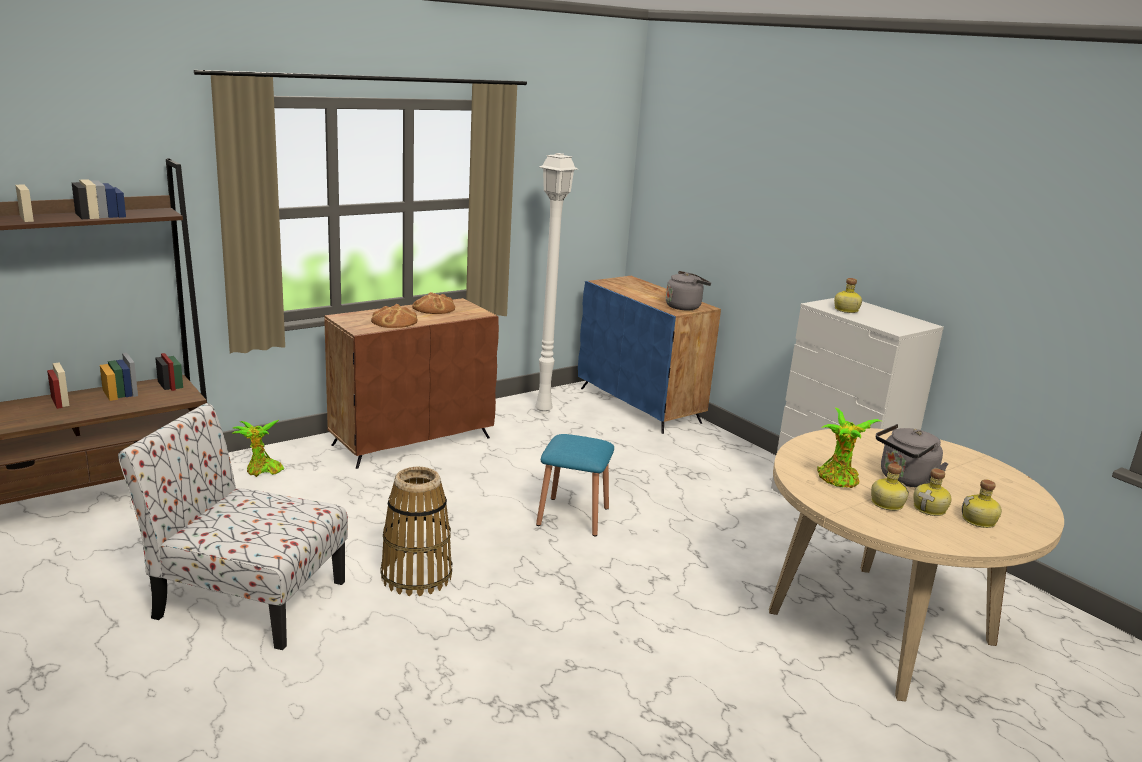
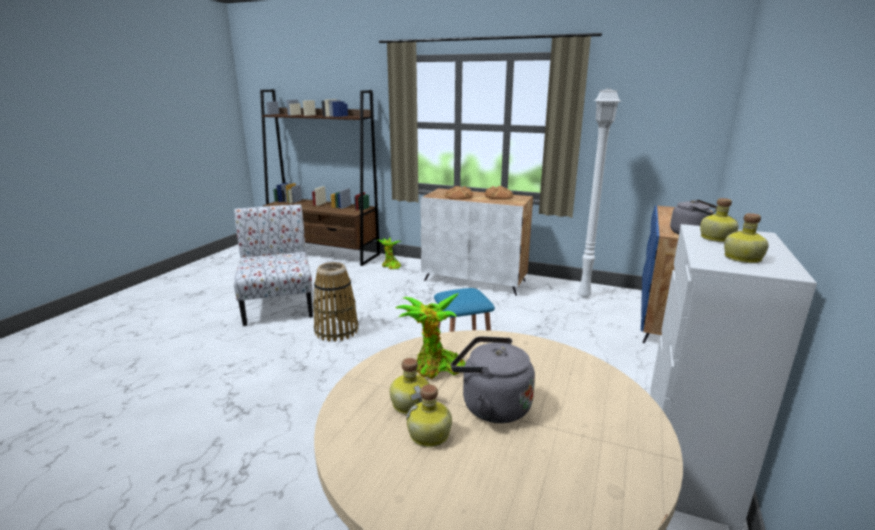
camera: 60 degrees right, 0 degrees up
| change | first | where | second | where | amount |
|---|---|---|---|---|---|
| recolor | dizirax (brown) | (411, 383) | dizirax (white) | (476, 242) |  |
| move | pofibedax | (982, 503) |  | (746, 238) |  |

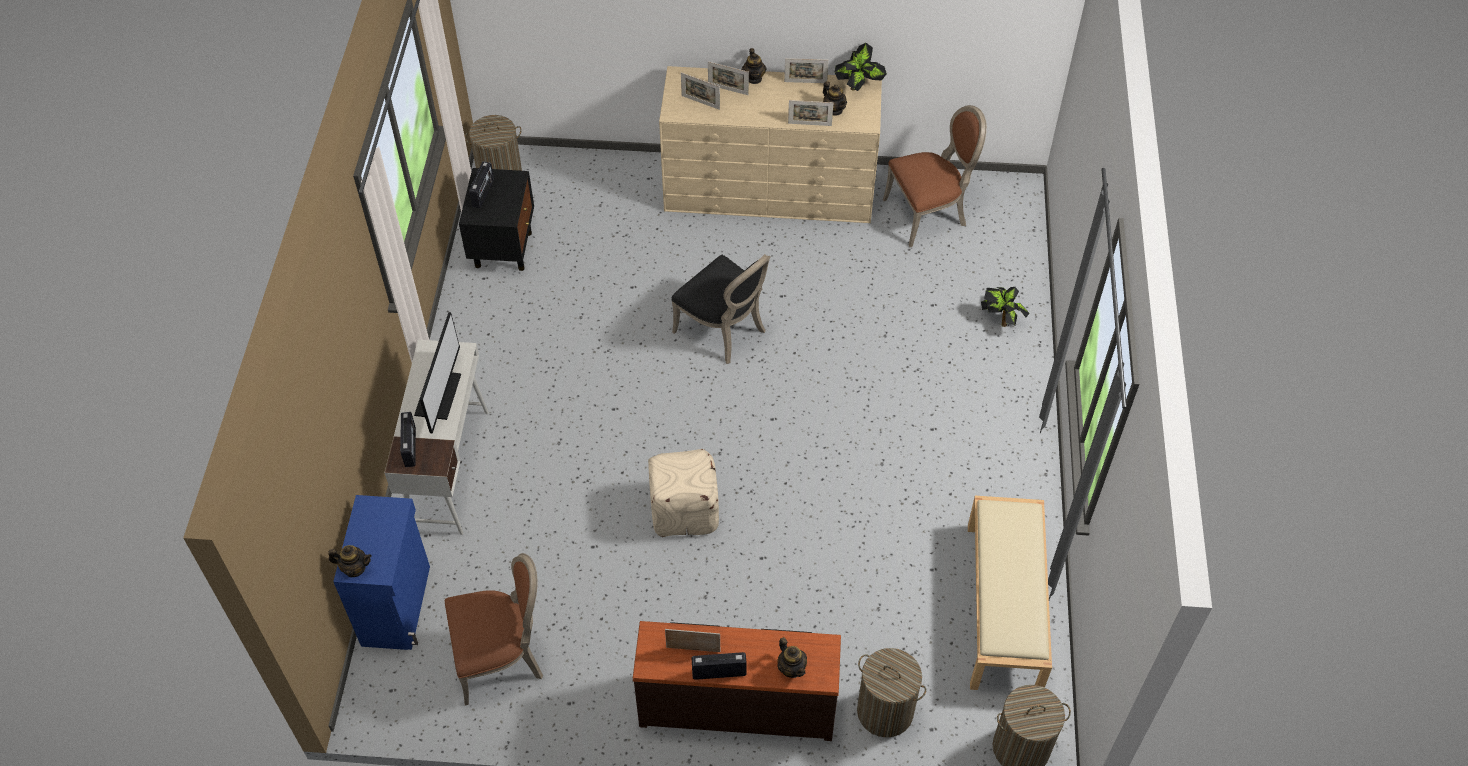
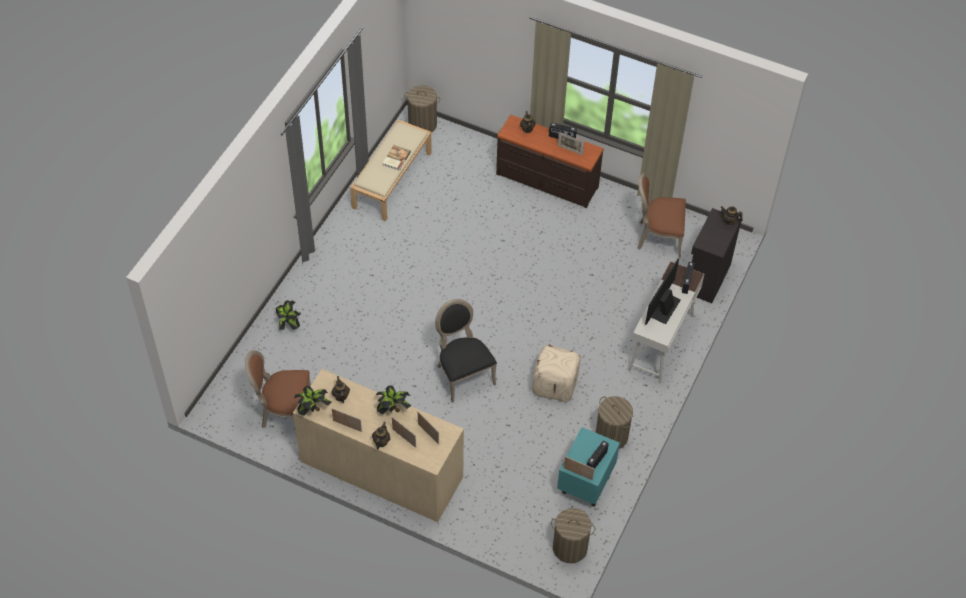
camera: 160 degrees left, 0 degrees up
| change | first | where | second | where | amount |
|---|---|---|---|---|---|
| move | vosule | (810, 113) |  | (579, 468) |  |
| recolor | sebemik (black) | (496, 219) | sebemik (turquoise) | (588, 466) |  |
| move | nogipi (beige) | (683, 493) |  | (556, 373) |  |
| recolor | dizirax (blue) | (381, 572) | dizirax (black) | (716, 255) |  |
| move | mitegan | (892, 692) |  | (614, 422) |  |
| insert |  |  | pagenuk | (397, 158) |  |
| insert |  |  | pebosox | (393, 400) |  |

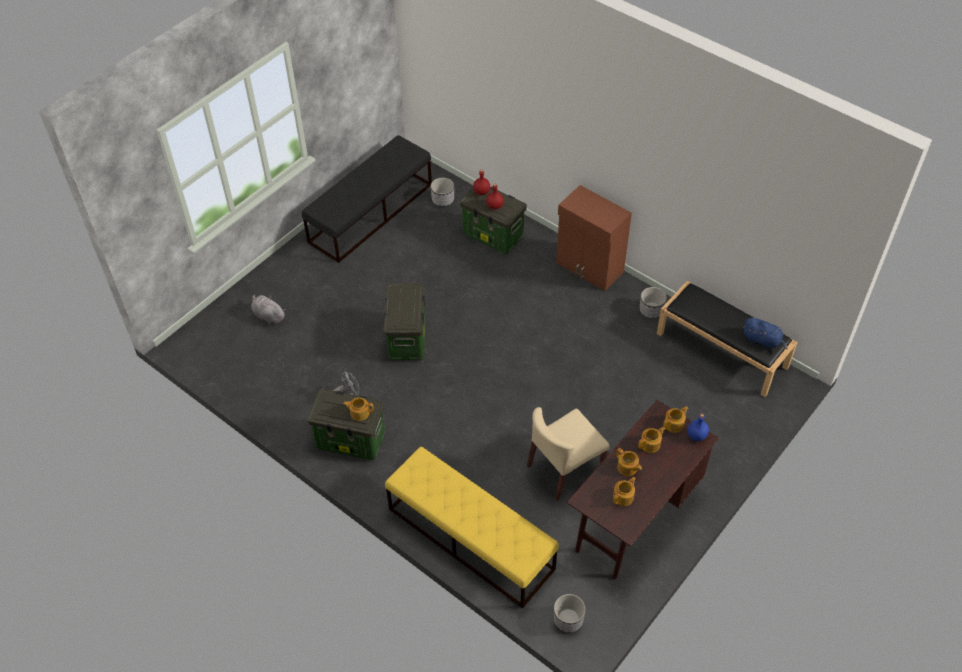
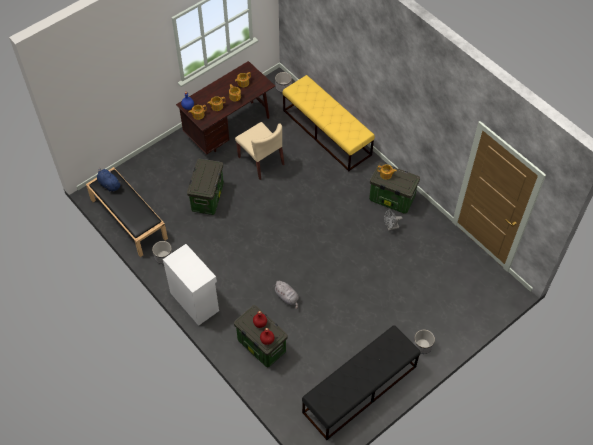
camera: 170 degrees left, 5 degrees up
| change | first | where | second | where | amount |
|---|---|---|---|---|---|
| move | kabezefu | (442, 192) |  | (424, 342) |  |
| recolor | dizirax (brown) | (594, 238) | dizirax (white) | (191, 285) |  |
| move | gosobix | (405, 321) |  | (205, 187) |  |
| move | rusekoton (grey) | (268, 310) |  | (286, 295) |  |
| rotate | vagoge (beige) | (568, 454) |  | (259, 151) | 75 degrees clockwise |

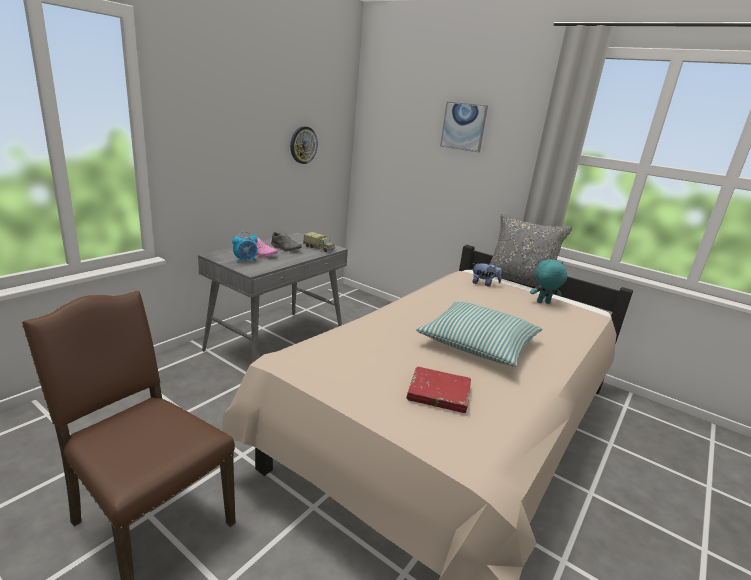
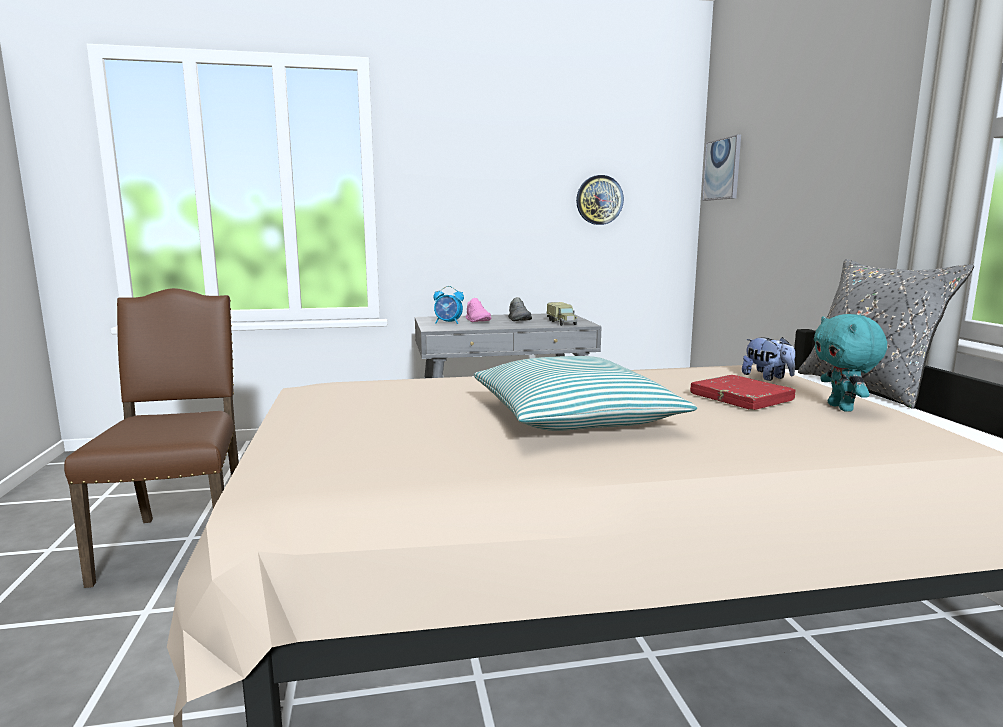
camera: 45 degrees right, 10 degrees down
| change | first | where | second | where | amount |
|---|---|---|---|---|---|
| move | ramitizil | (464, 126) |  | (721, 168) |  |
| rotate | rusekoton (turquoise) | (548, 281) |  | (850, 363) | 135 degrees counterclockwise |
| move | pagenuk (red) | (438, 390) |  | (742, 392) |  |

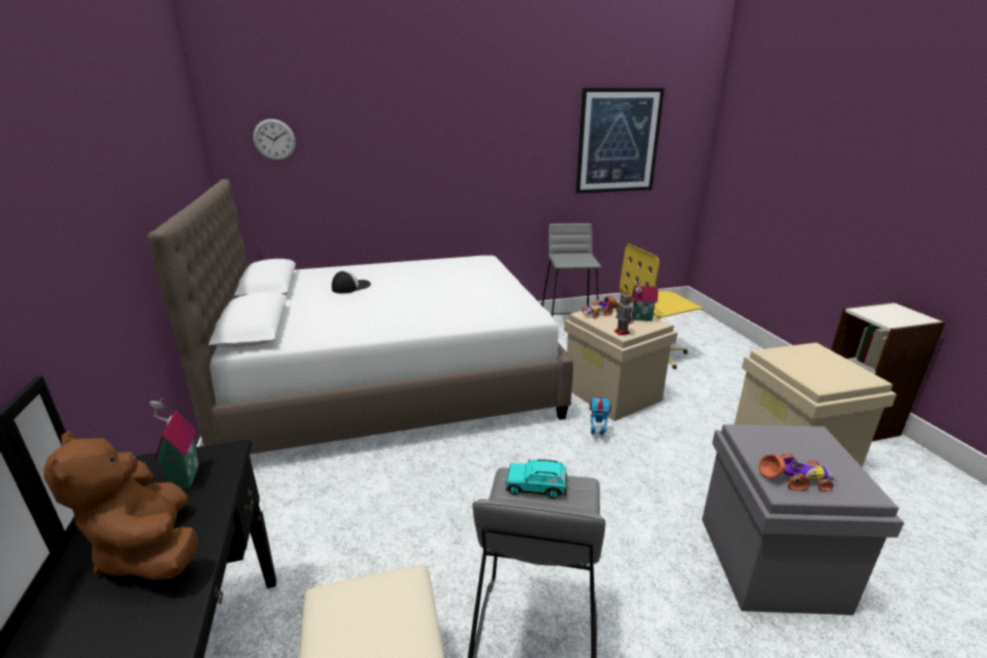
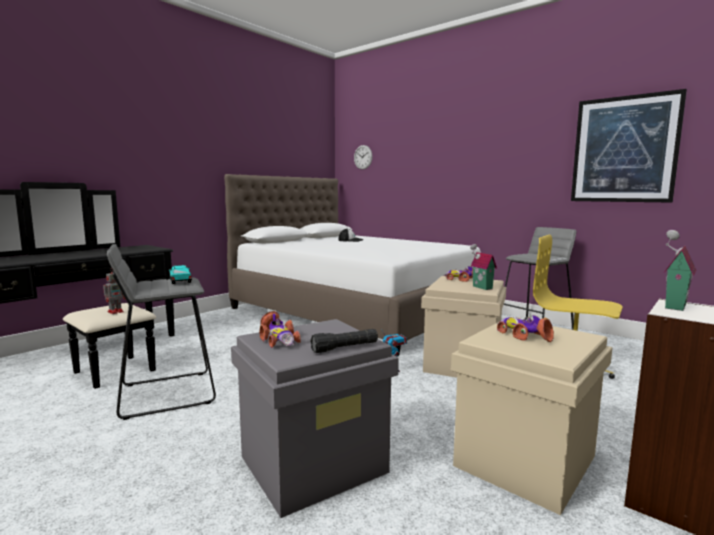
camera: 55 degrees right, 15 degrees down
| change | first | where | second | where | amount |
|---|---|---|---|---|---|
| move | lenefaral | (624, 312) |  | (114, 291) |  |
| move | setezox | (174, 443) |  | (680, 270) |  |
| delete | rusekoton (brown) | (121, 505) |  |  |  |
| insert |  |  | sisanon | (525, 328) |  |
| insert |  |  | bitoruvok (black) | (344, 341) |  |

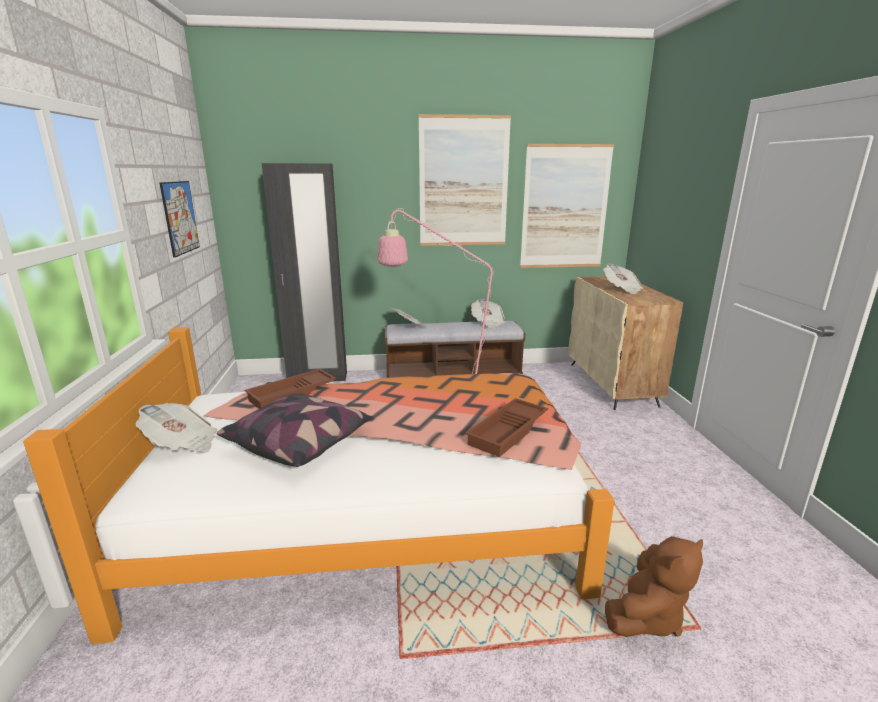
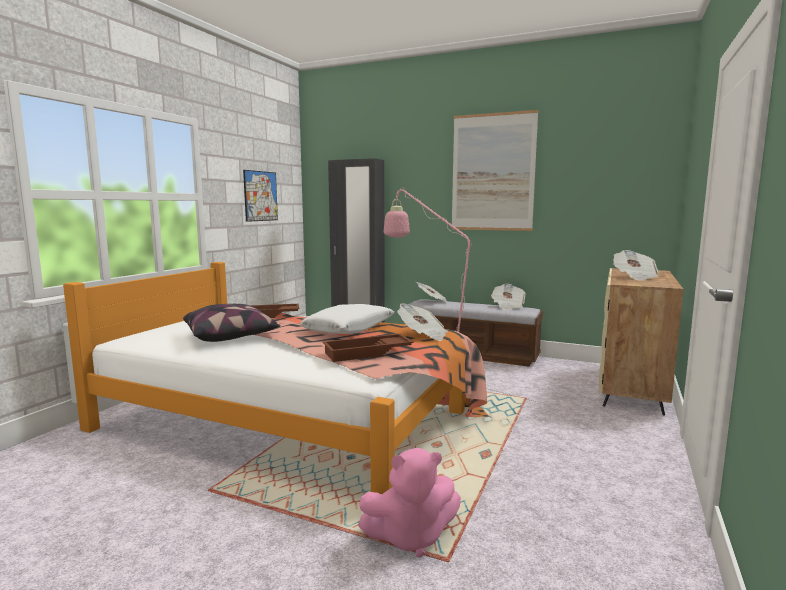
camera: 30 degrees right, 10 degrees down
| change | first | where | second | where | amount |
|---|---|---|---|---|---|
| delete | ramitizil | (567, 206) |  |  |  |
| move | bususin | (176, 428) |  | (422, 322) |  |
| recolor | rusekoton (brown) | (654, 586) | rusekoton (pink) | (409, 503) |  |
| insert |  |  | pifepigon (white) | (347, 319) |  |

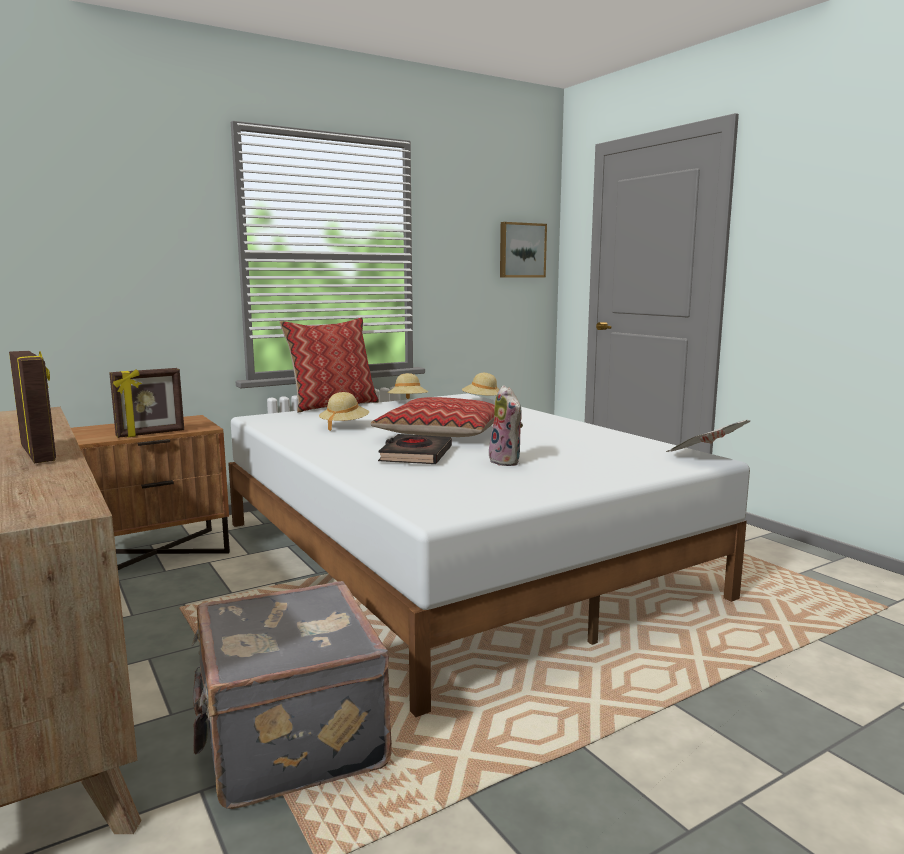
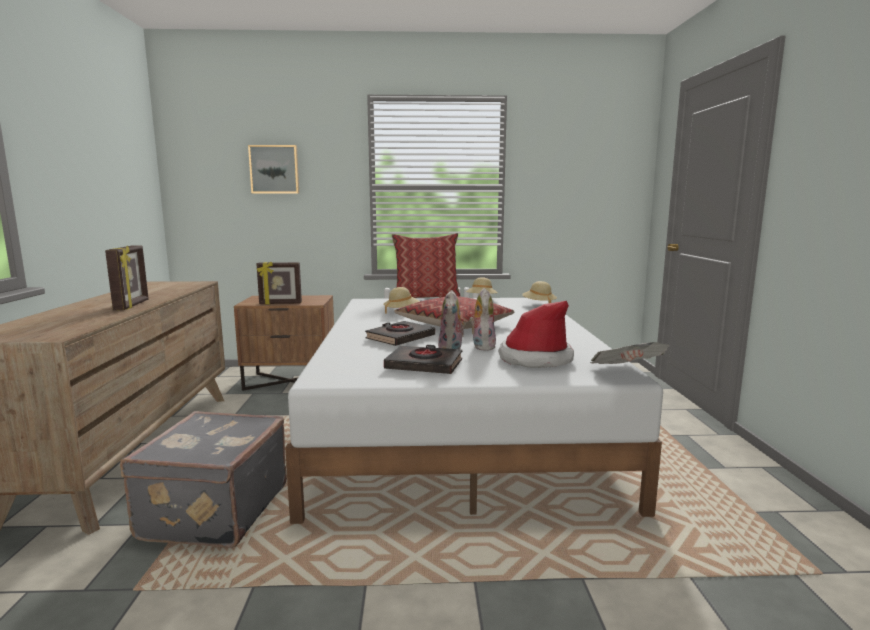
camera: 30 degrees right, 0 degrees up
| change | first | where | second | where | amount |
|---|---|---|---|---|---|
| move | ramitizil | (523, 249) |  | (273, 169) |  |
| insert |  |  | rusekoton | (482, 319) |  |
| insert |  |  | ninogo | (536, 334) |  |
| insert |  |  | pagenuk (black) | (423, 359) |  |

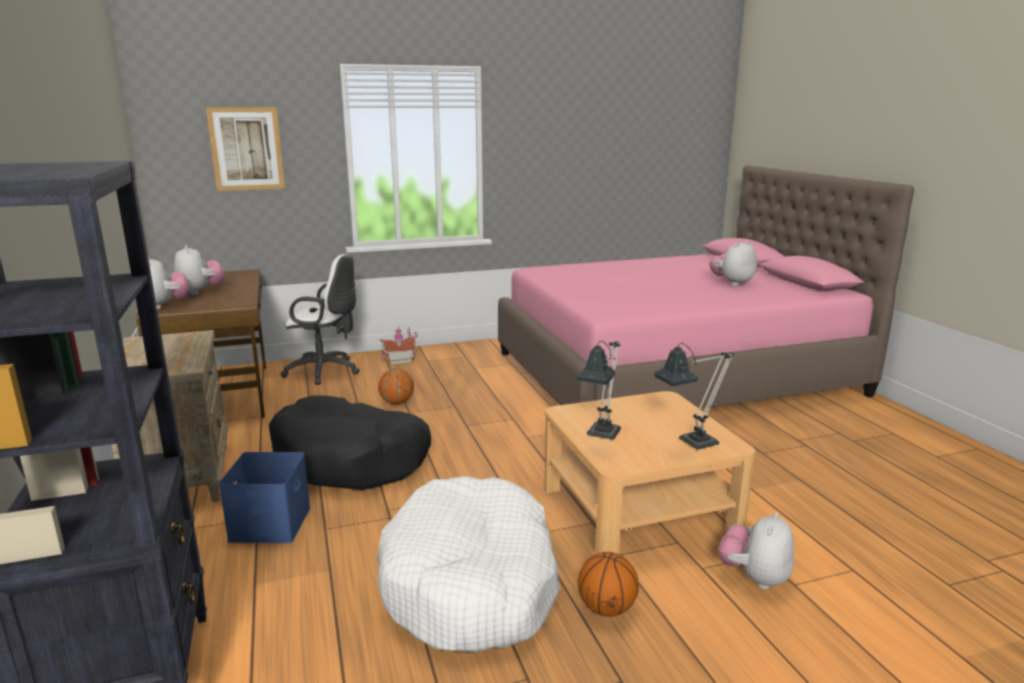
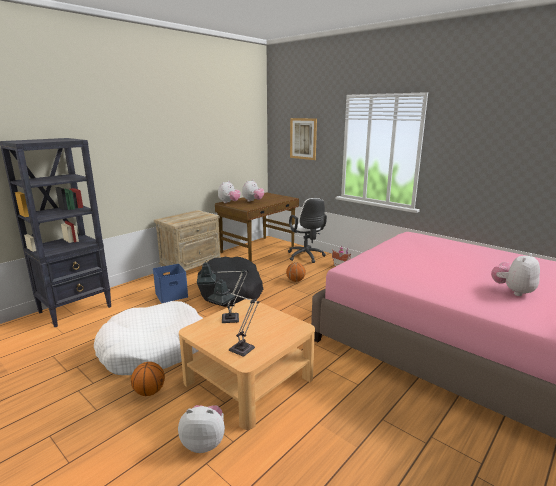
camera: 60 degrees right, 0 degrees up
| change | first | where | second | where | amount |
|---|---|---|---|---|---|
| rotate | rusekoton | (733, 263) |  | (515, 274) | 60 degrees counterclockwise |

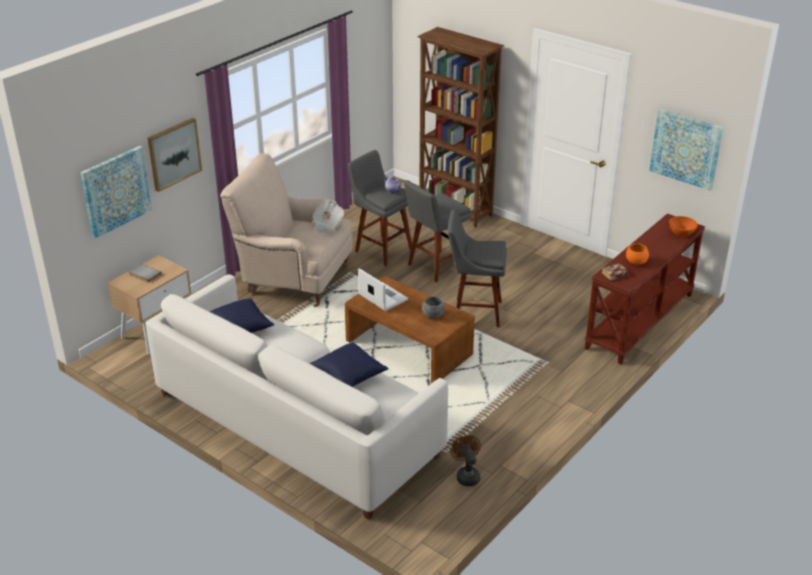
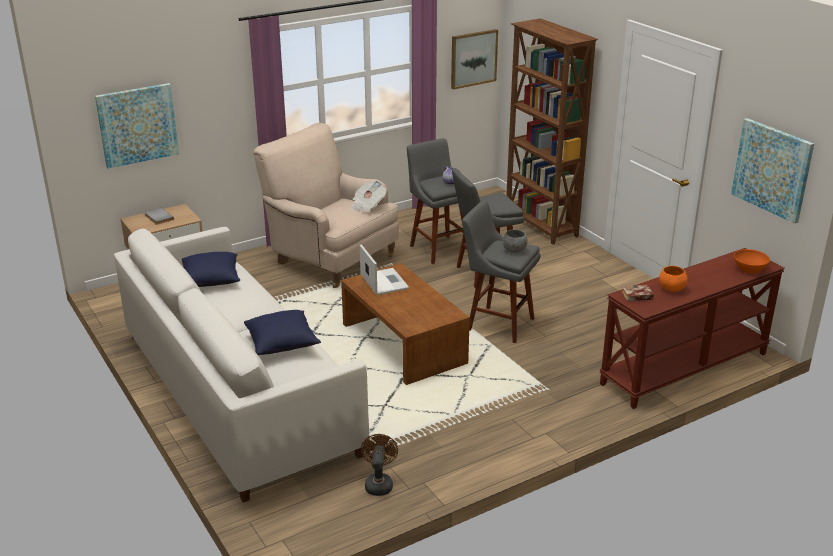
camera: 20 degrees right, 5 degrees down
| change | first | where | second | where | amount |
|---|---|---|---|---|---|
| move | ramitizil | (175, 155) |  | (474, 59) |  |
| move | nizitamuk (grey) | (433, 308) |  | (515, 241) |  |

